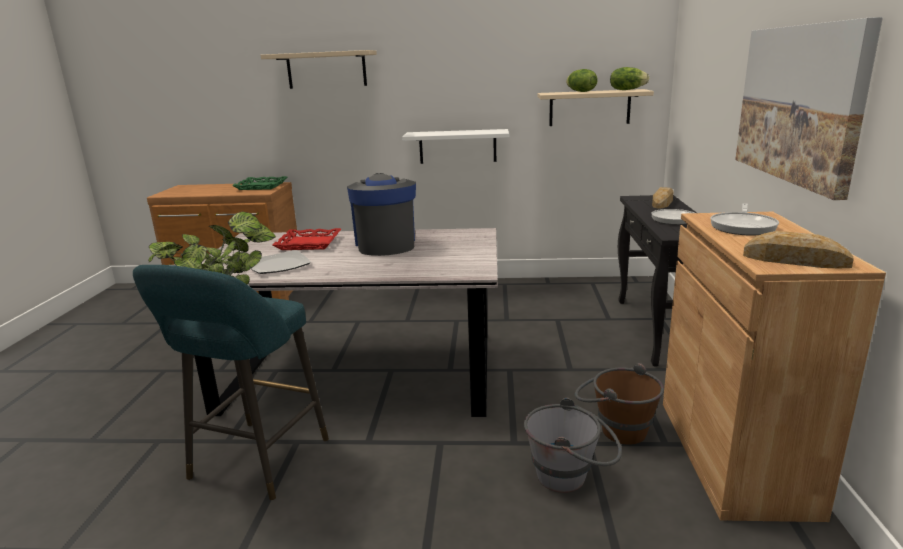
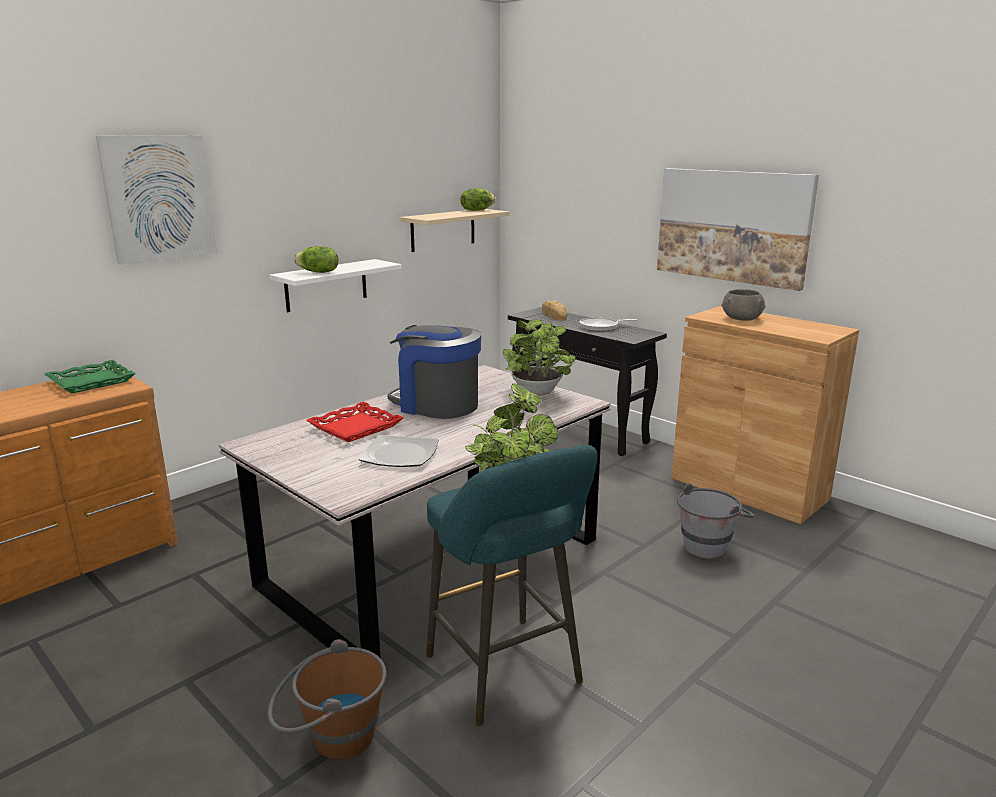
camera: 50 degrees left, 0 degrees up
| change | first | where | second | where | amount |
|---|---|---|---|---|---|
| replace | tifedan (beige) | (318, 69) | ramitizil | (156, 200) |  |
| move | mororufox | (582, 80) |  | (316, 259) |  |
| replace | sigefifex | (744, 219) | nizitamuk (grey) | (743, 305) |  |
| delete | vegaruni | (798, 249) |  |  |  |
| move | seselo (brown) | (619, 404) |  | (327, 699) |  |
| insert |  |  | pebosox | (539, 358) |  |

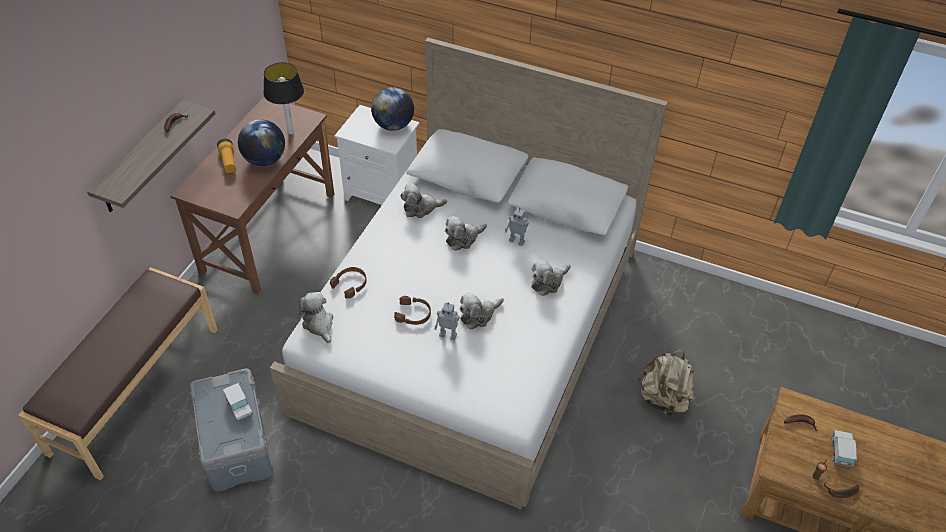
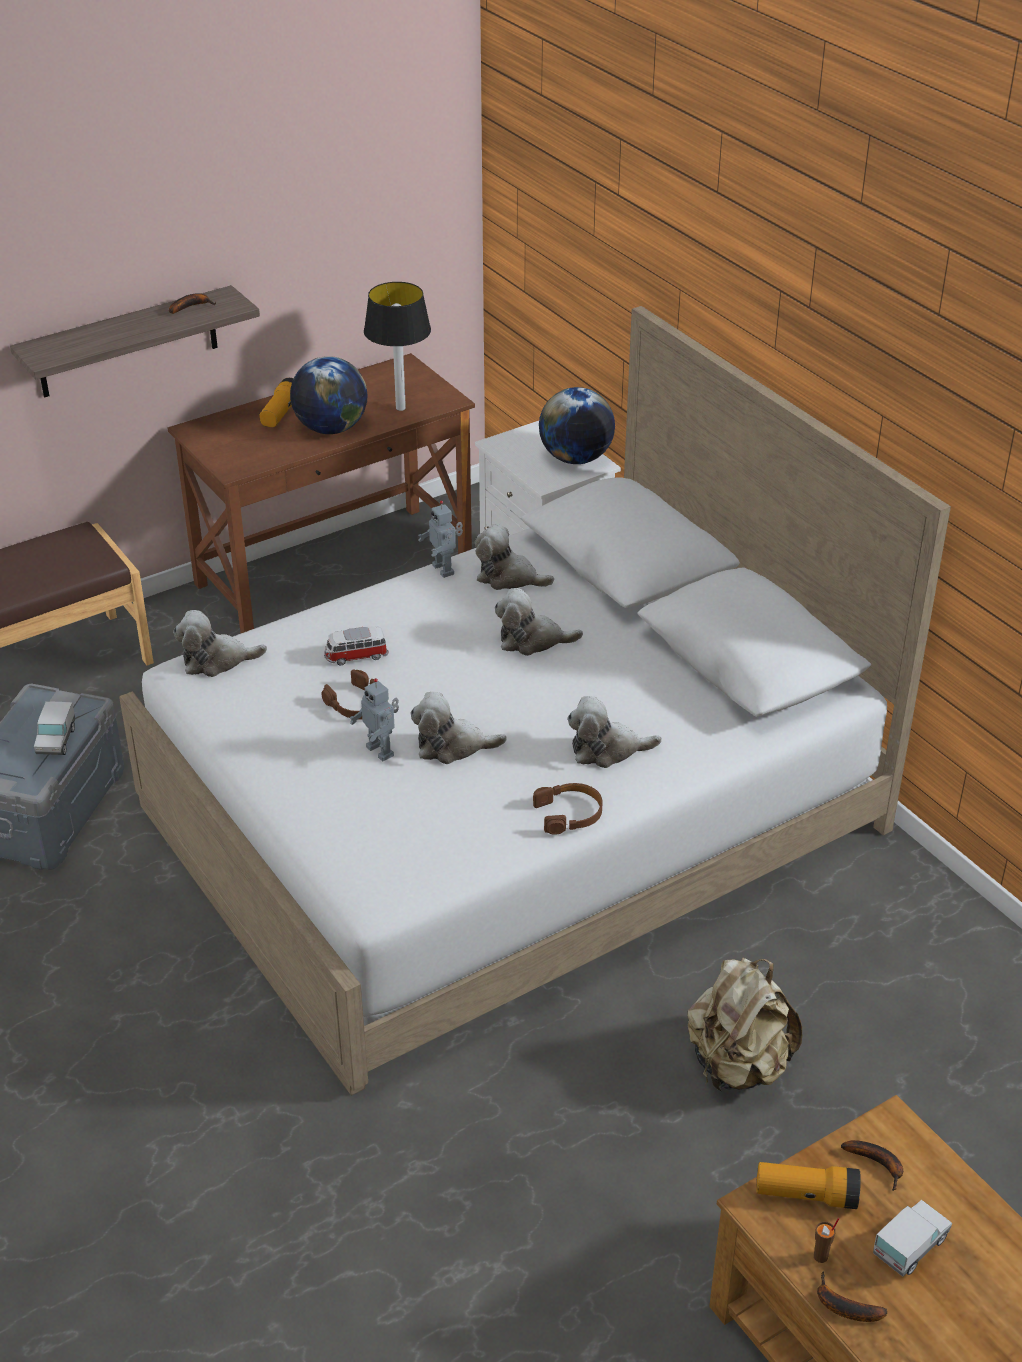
camera: 35 degrees right, 10 degrees down
| change | first | where | second | where | amount |
|---|---|---|---|---|---|
| move | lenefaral | (517, 227) |  | (440, 539) |  |
| move | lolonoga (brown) | (348, 283) |  | (568, 809) |  |
| rotate | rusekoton | (315, 318) |  | (220, 643) | 105 degrees counterclockwise |
| insert |  |  | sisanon | (356, 646) |  |
| insert |  |  | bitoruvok | (808, 1185) |  |

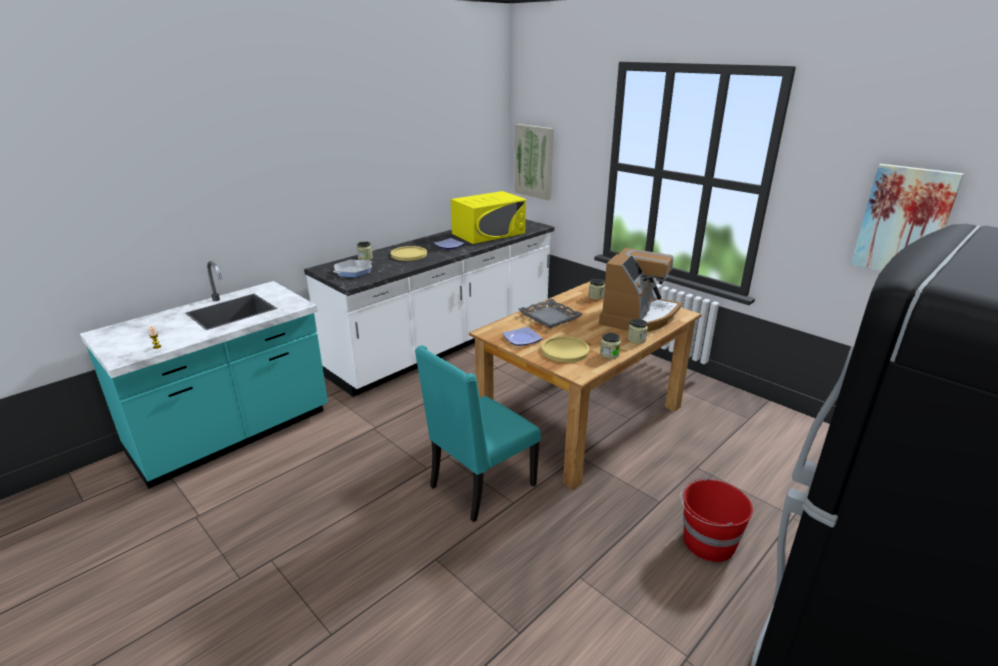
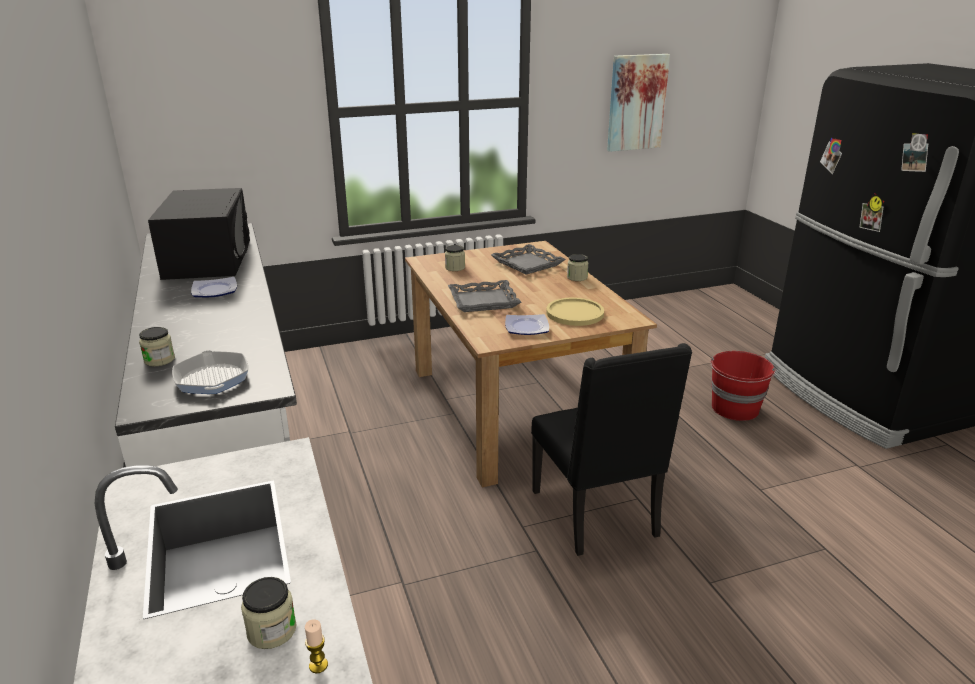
camera: 65 degrees left, 0 degrees up
| change | first | where | second | where | amount |
|---|---|---|---|---|---|
| delete | ramitizil | (534, 162) |  |  |  |
| recolor | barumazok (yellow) | (488, 217) | barumazok (black) | (199, 234) |  |
| delete | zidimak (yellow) | (409, 253) |  |  |  |
| replace | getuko | (640, 290) | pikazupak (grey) | (528, 259) |  |
| move | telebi | (610, 346) |  | (268, 613) |  |
| recolor | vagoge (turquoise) | (478, 433) | vagoge (black) | (611, 449) |  |

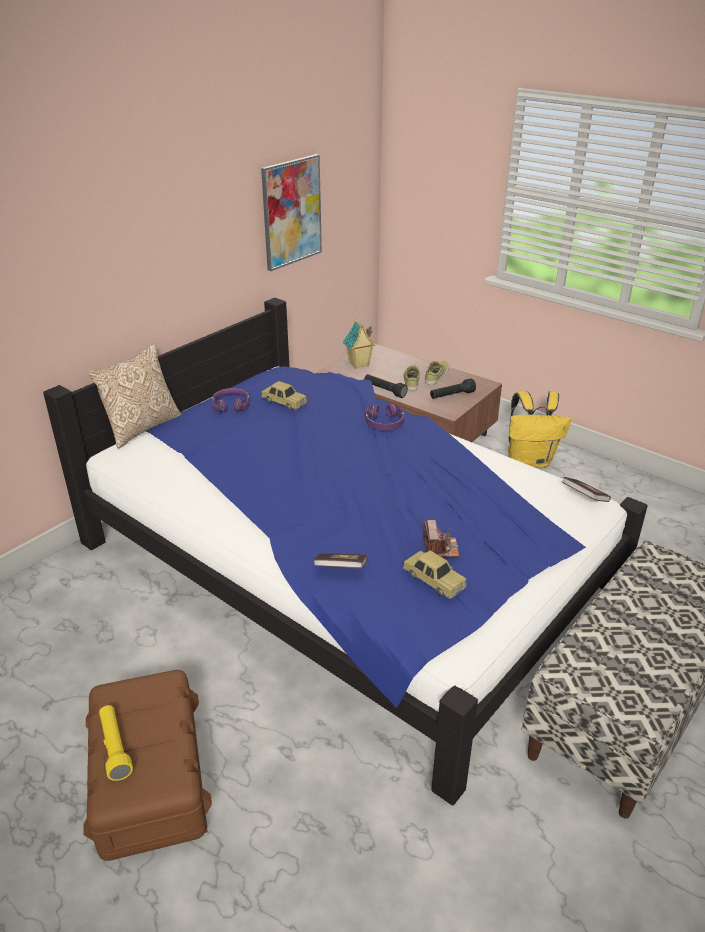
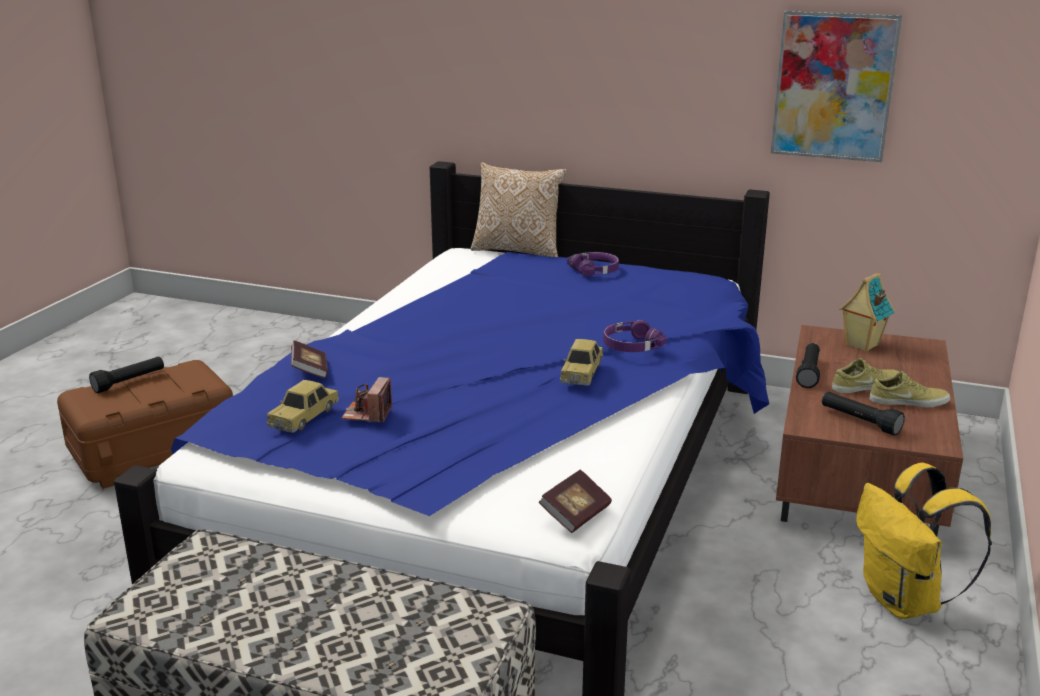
camera: 70 degrees right, 10 degrees down
| change | first | where | second | where | amount |
|---|---|---|---|---|---|
| move | sisanon | (284, 395) |  | (581, 362) |  |
| rotate | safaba | (441, 538) |  | (367, 399) | 120 degrees clockwise |
| recolor | bitoruvok (yellow) | (116, 743) | bitoruvok (black) | (126, 374) |  |

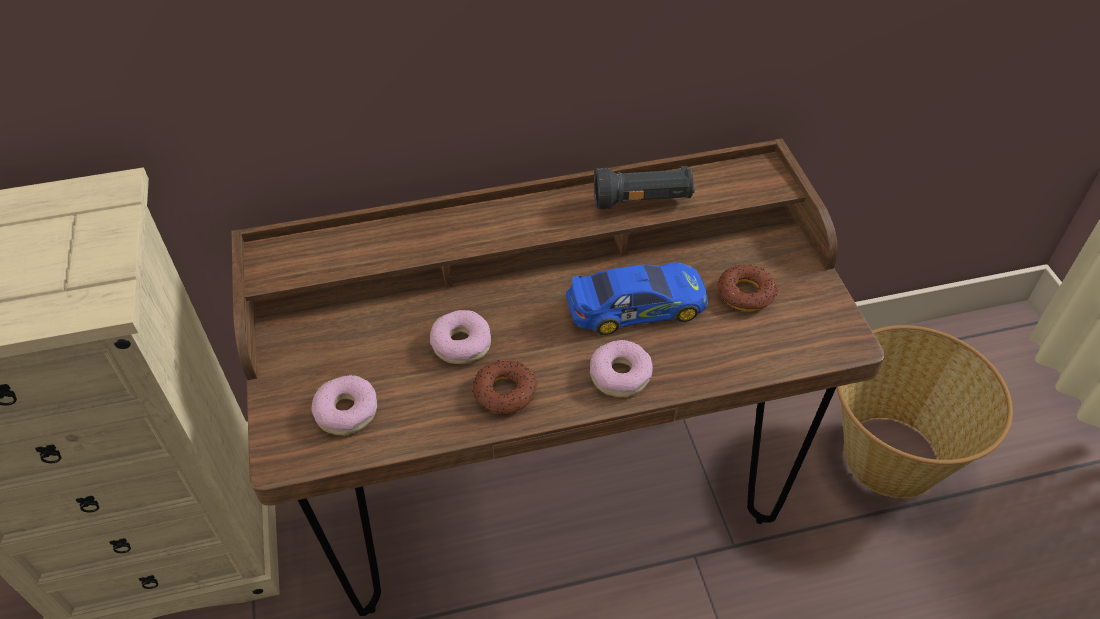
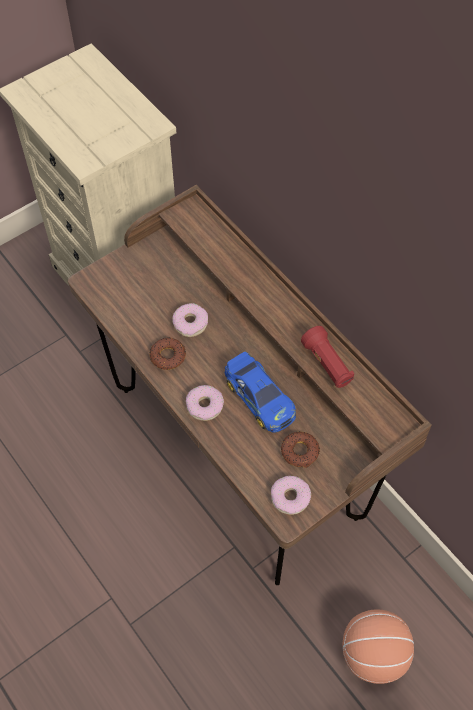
camera: 65 degrees right, 10 degrees up
| change | first | where | second | where | amount |
|---|---|---|---|---|---|
| recolor | bitoruvok (black) | (644, 187) | bitoruvok (red) | (327, 357) |  |
| replace | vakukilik | (924, 411) | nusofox | (378, 646) |  |
| move | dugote | (344, 405) |  | (291, 495) |  |

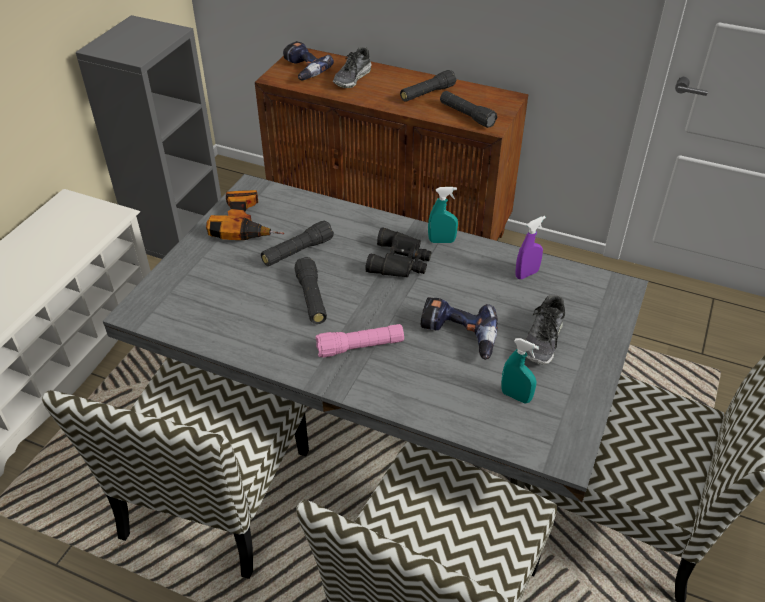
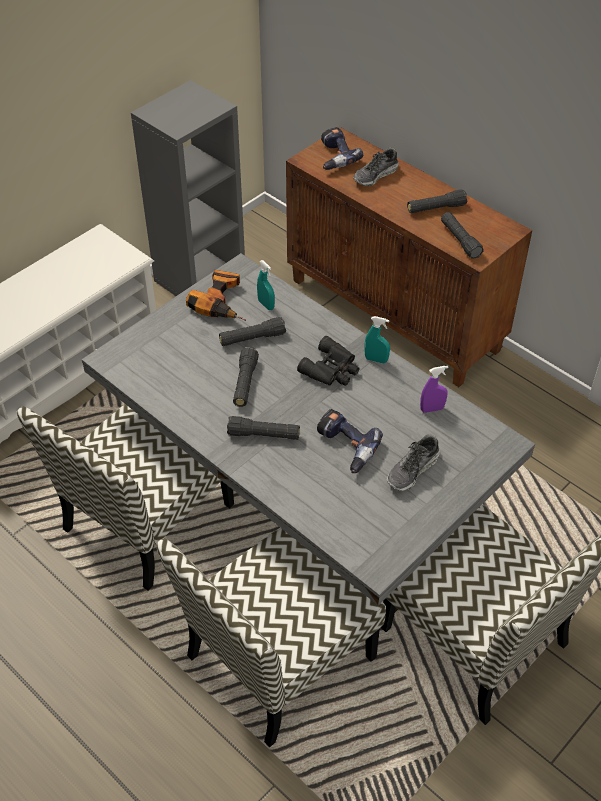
camera: 20 degrees right, 5 degrees up
| change | first | where | second | where | amount |
|---|---|---|---|---|---|
| recolor | bitoruvok (pink) | (359, 340) | bitoruvok (black) | (263, 428) |  |
| move | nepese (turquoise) | (520, 370) |  | (266, 285) |  |

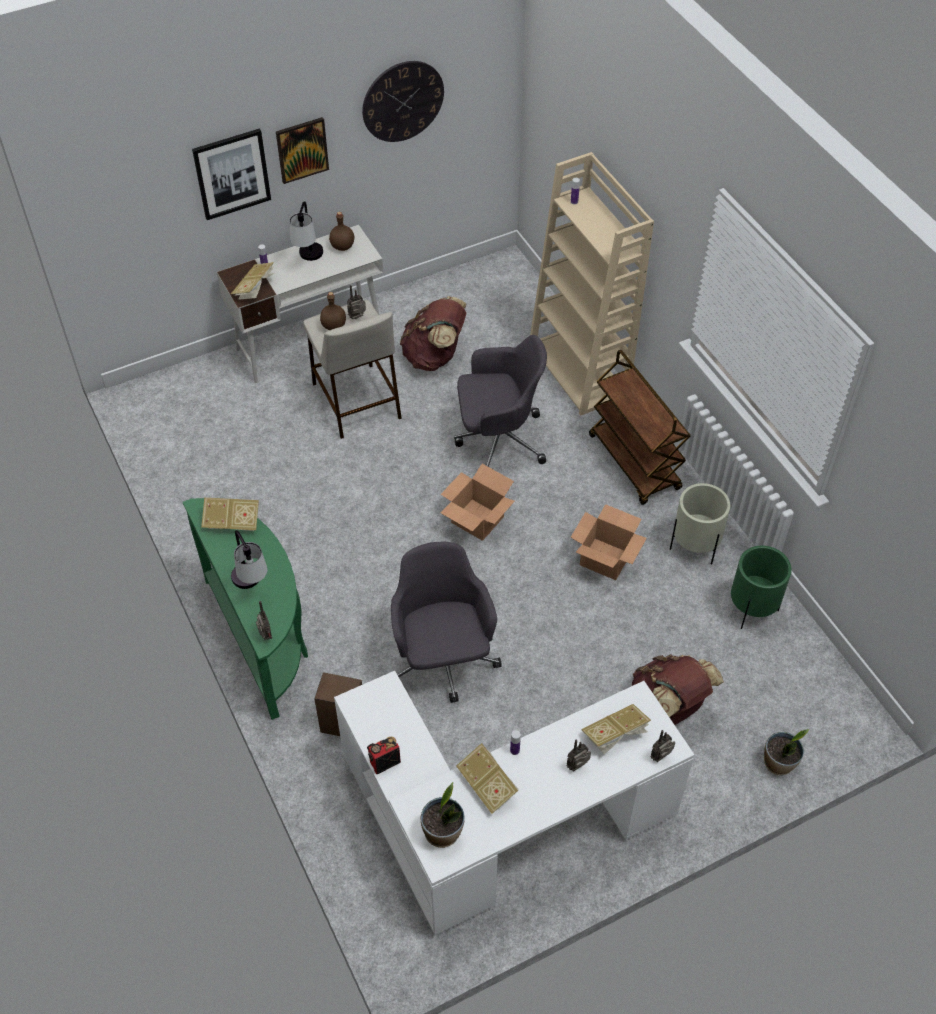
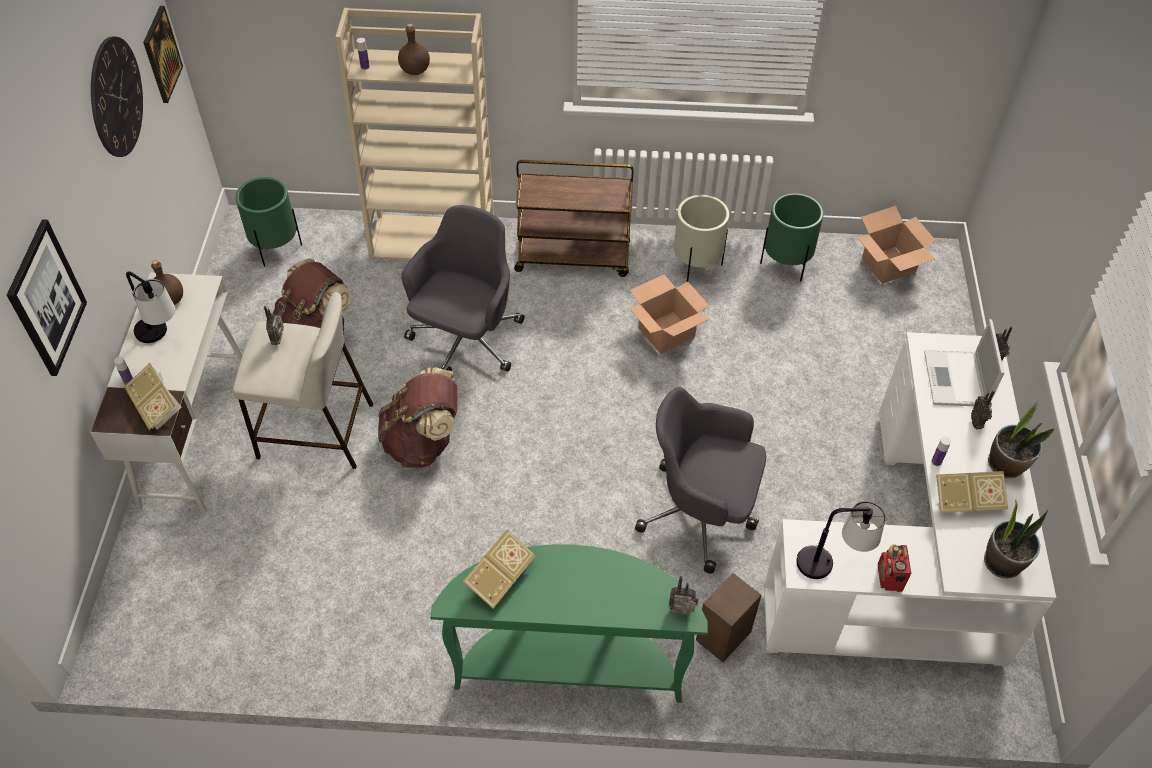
camera: 60 degrees left, 0 degrees up
| change | first | where | second | where | amount |
|---|---|---|---|---|---|
| move | ramitizil | (302, 150) |  | (163, 54) |  |
| move | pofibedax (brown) | (333, 311) |  | (414, 49) |  |
| move | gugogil | (477, 502) |  | (896, 245) |  |
| move | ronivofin | (249, 559) |  | (841, 540) |  |
| move | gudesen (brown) | (678, 689) |  | (418, 417) |  |
| replace | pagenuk | (616, 729) | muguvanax | (964, 362) |  |
| move | pebosox | (787, 752) |  | (1021, 440) |  |
| insert |  |  | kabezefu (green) | (268, 221) |  |

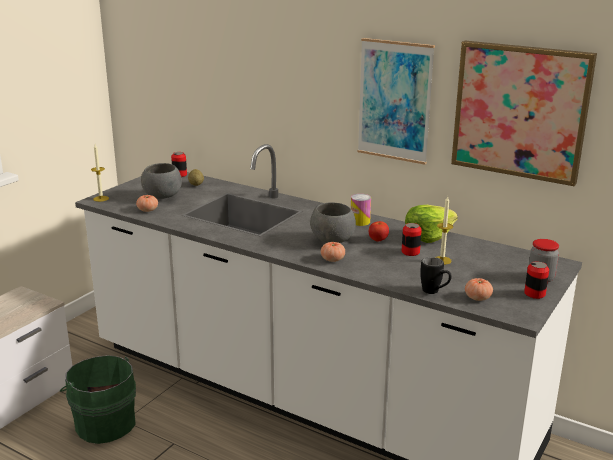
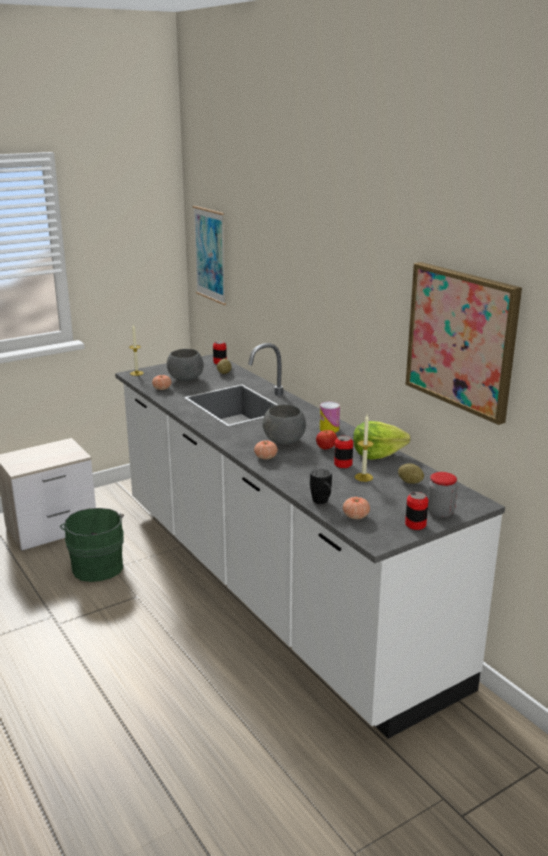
camera: 25 degrees right, 0 degrees up
| change | first | where | second | where | amount |
|---|---|---|---|---|---|
| move | ramitizil | (396, 101) |  | (209, 255) |  |
| insert |  |  | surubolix | (411, 473) |  |

